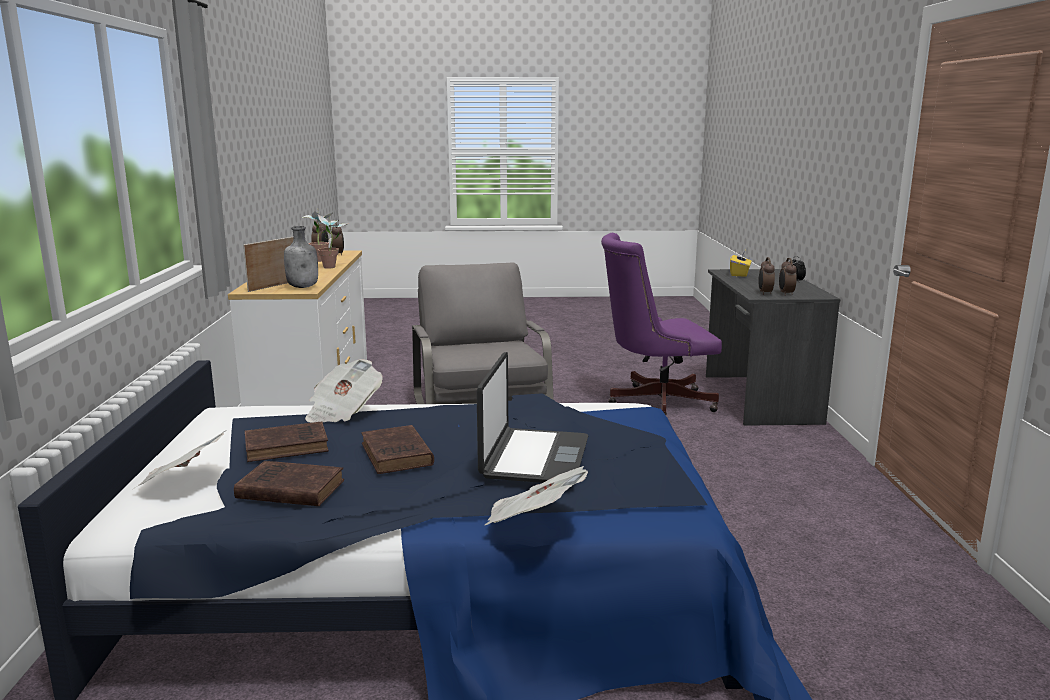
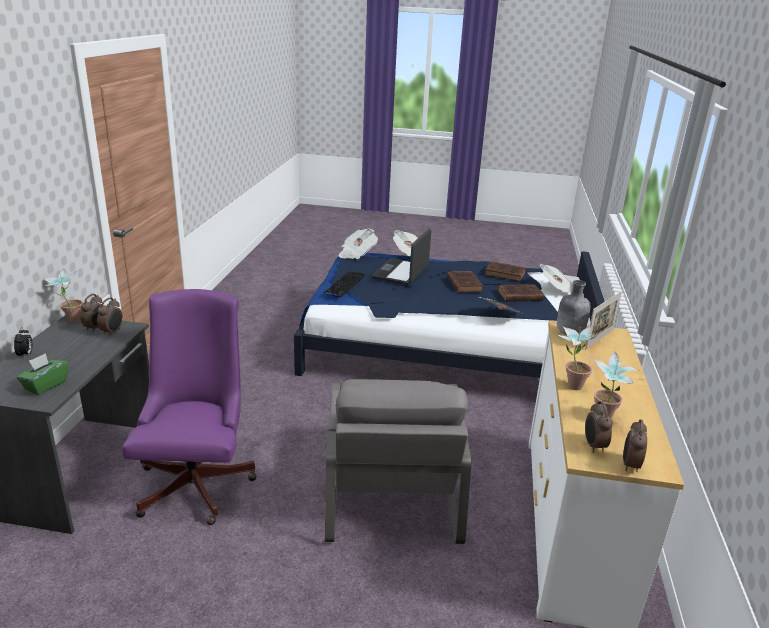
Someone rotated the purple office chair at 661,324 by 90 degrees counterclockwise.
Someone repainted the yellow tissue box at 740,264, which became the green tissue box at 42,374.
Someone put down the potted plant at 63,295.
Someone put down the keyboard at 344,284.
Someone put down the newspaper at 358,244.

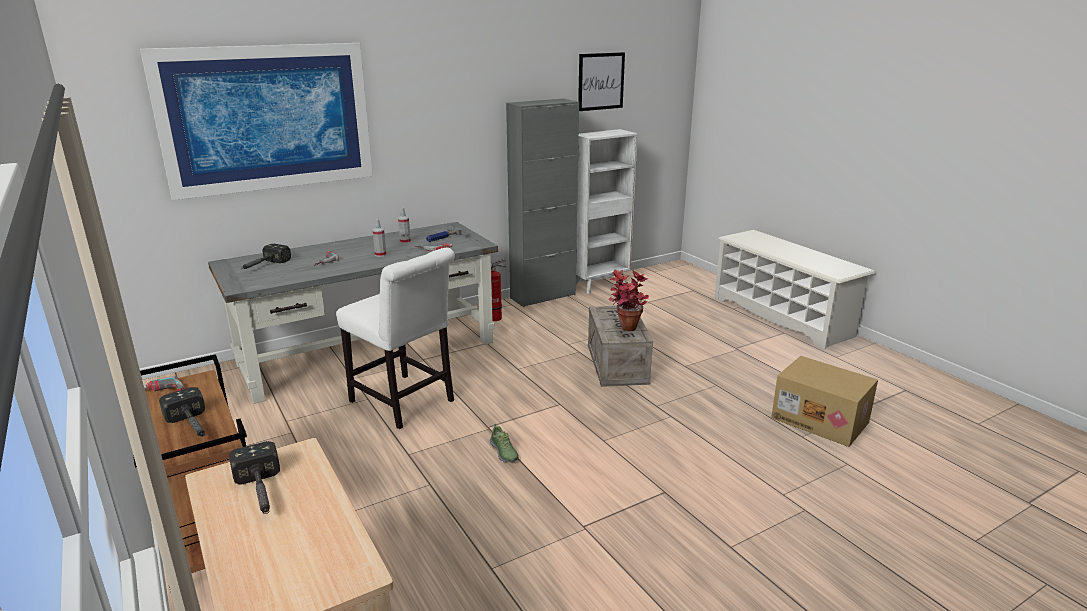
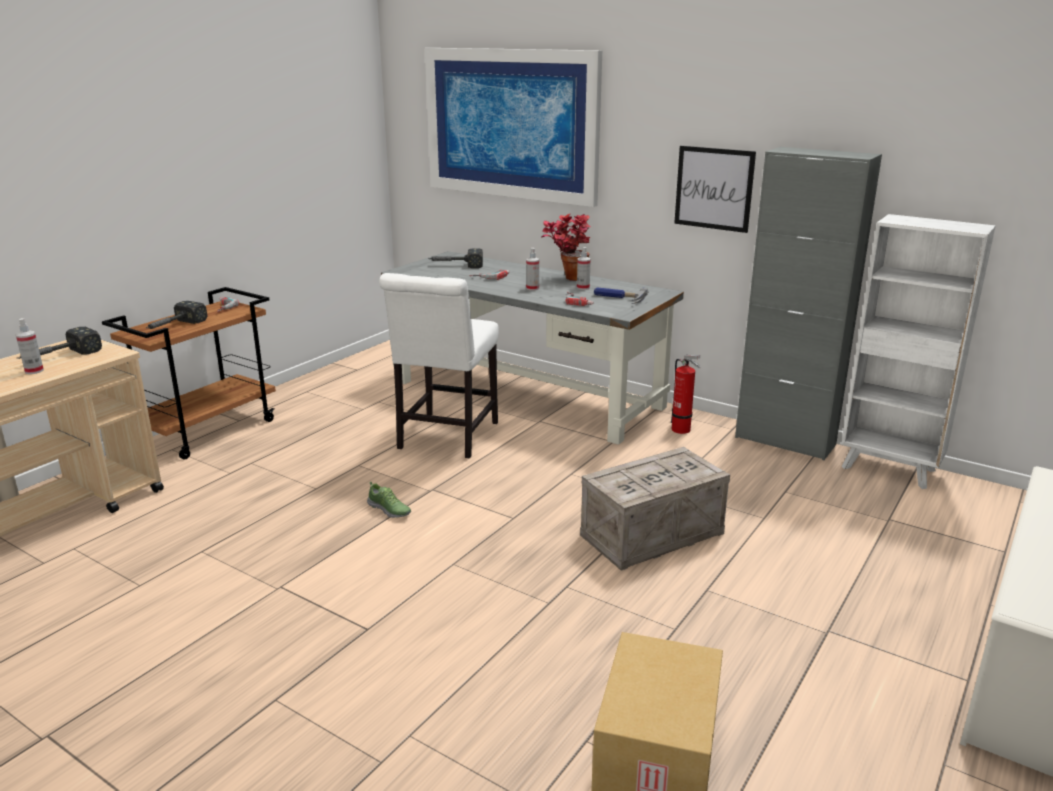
Someone rotated the shoe at 504,443 by 90 degrees counterclockwise.
Someone carried the picture from 601,81 to 715,189.
Someone carried the potted plant from 629,300 to 566,247.
Someone put down the spray bottle at 30,346.

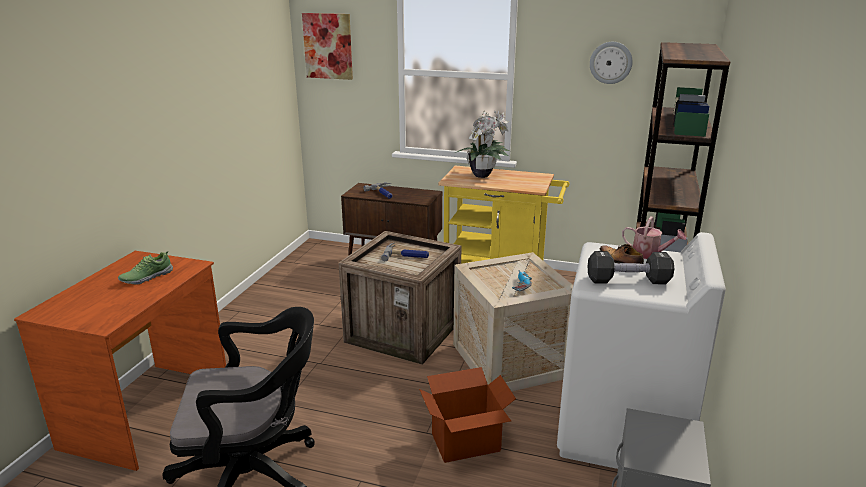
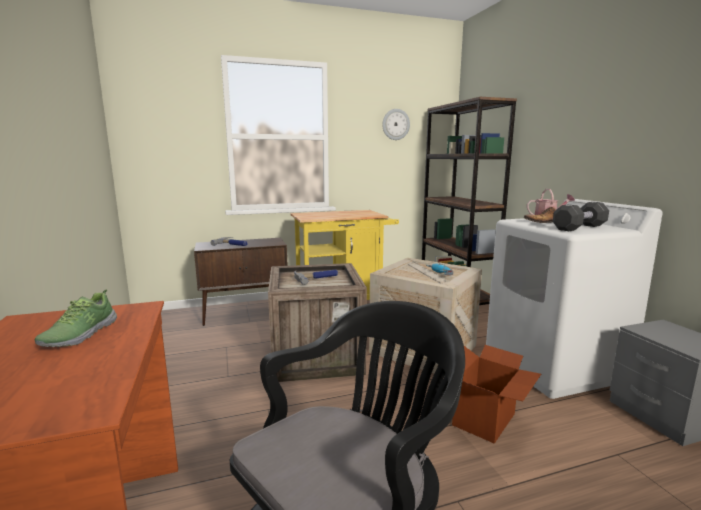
Someone took away the picture at 327,46.
Someone took away the potted plant at 482,144.

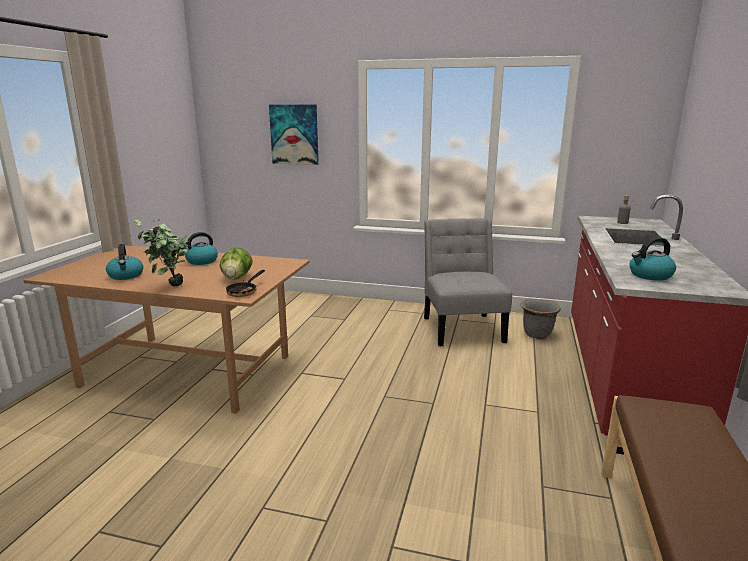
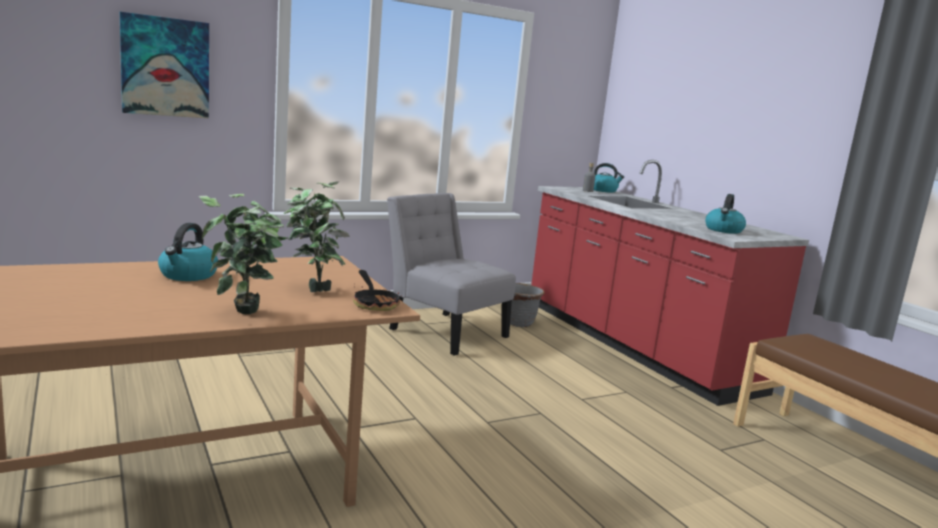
Someone carried the kettle from 124,262 to 609,178.
Someone swapped the lettuce at 236,263 for the potted plant at 317,236.

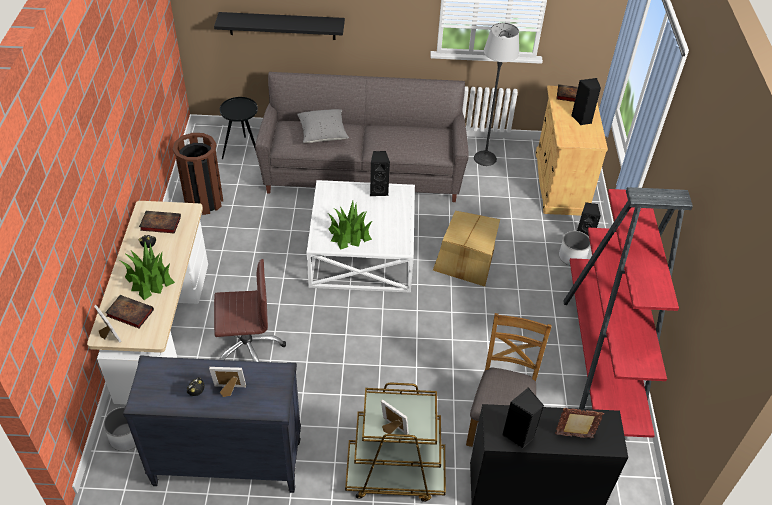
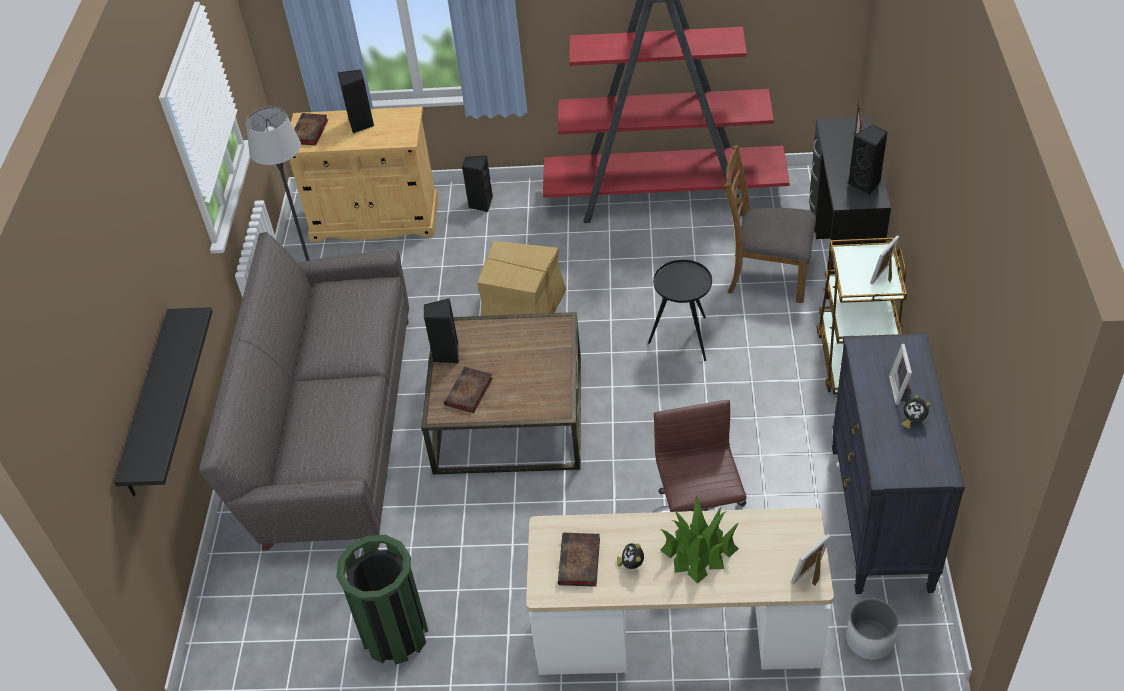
Someone carried the book from 129,311 to 468,390.
Someone repainted the brown trash can at 198,174, which became the green trash can at 382,600.
Someone carried the black side table from 239,128 to 680,310.
Someone took away the grey pillow at 323,126.
Someone repainted the white coffee table at 361,236, which became the brown coffee table at 501,393.
Someone took away the potted plant at 350,225.
Someone took away the white planter at 574,248.

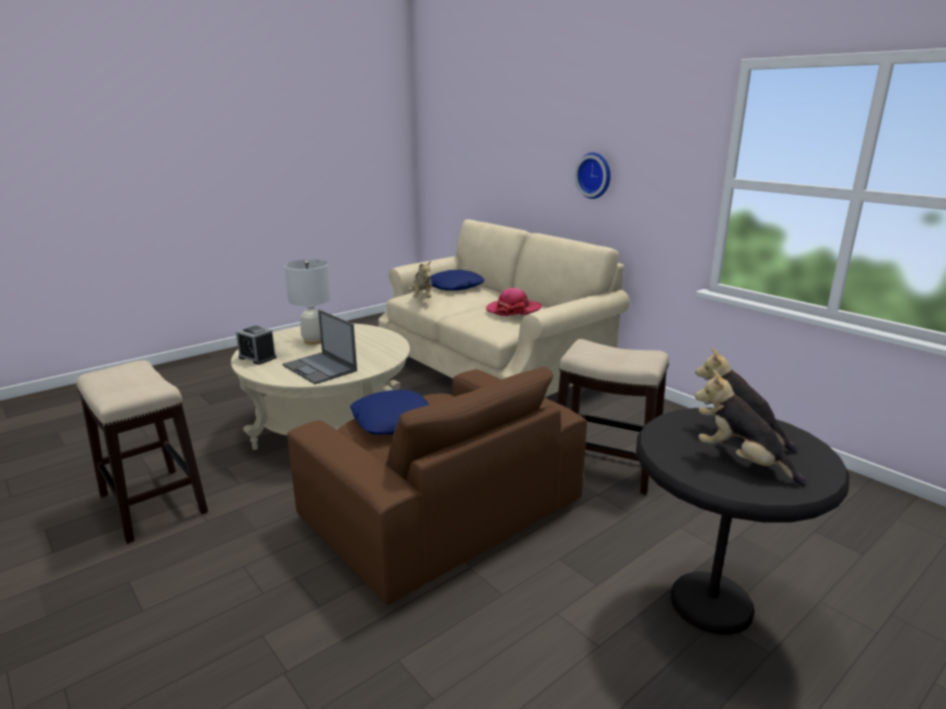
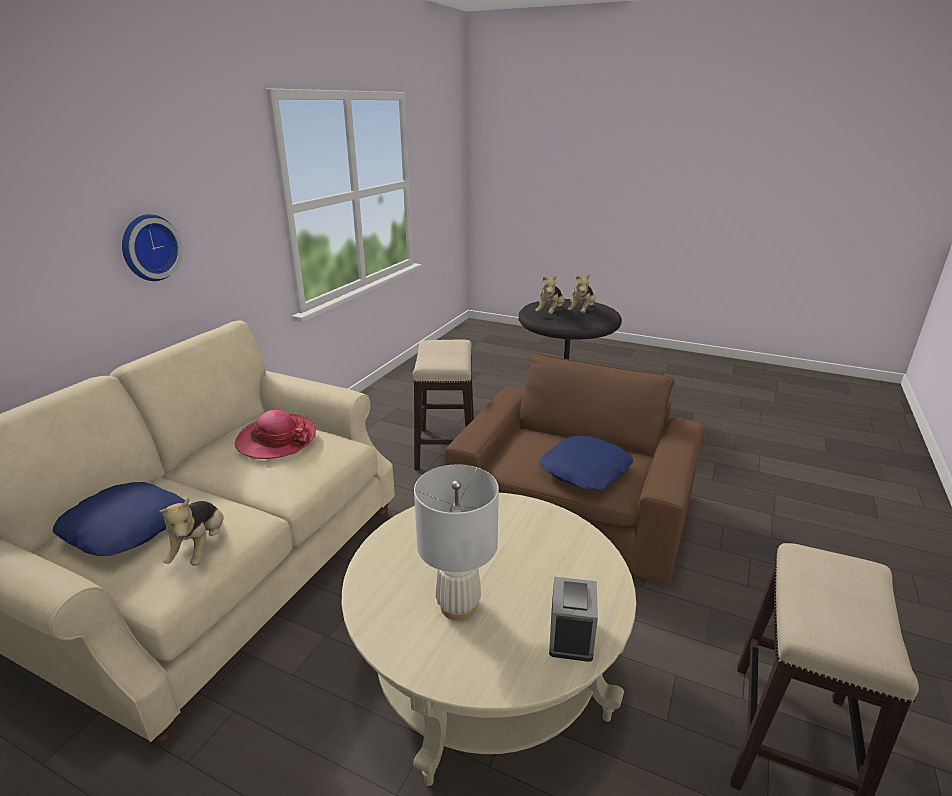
Someone took away the laptop at 319,347.
Someone rotated the plush toy at 420,279 by 120 degrees clockwise.

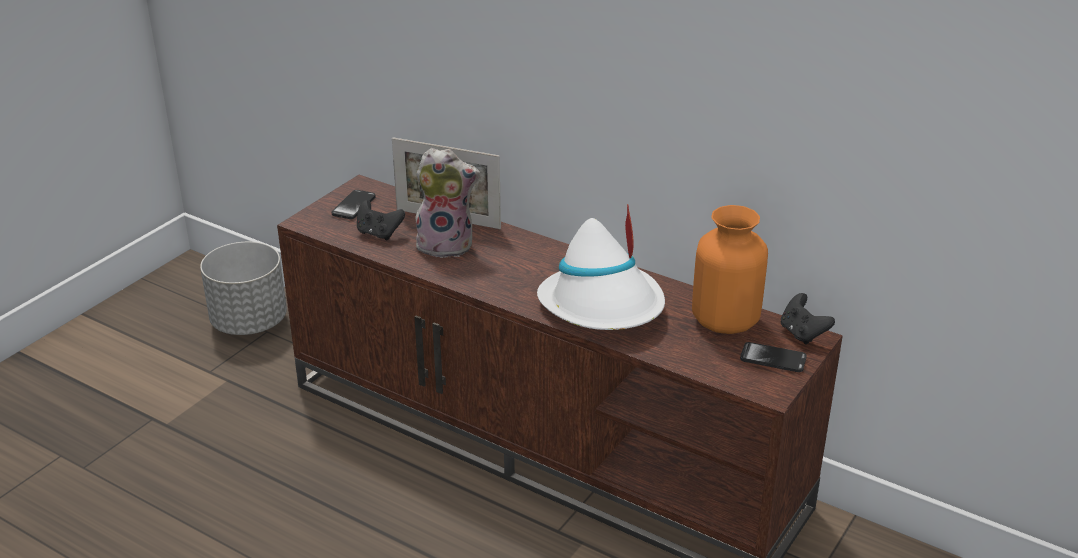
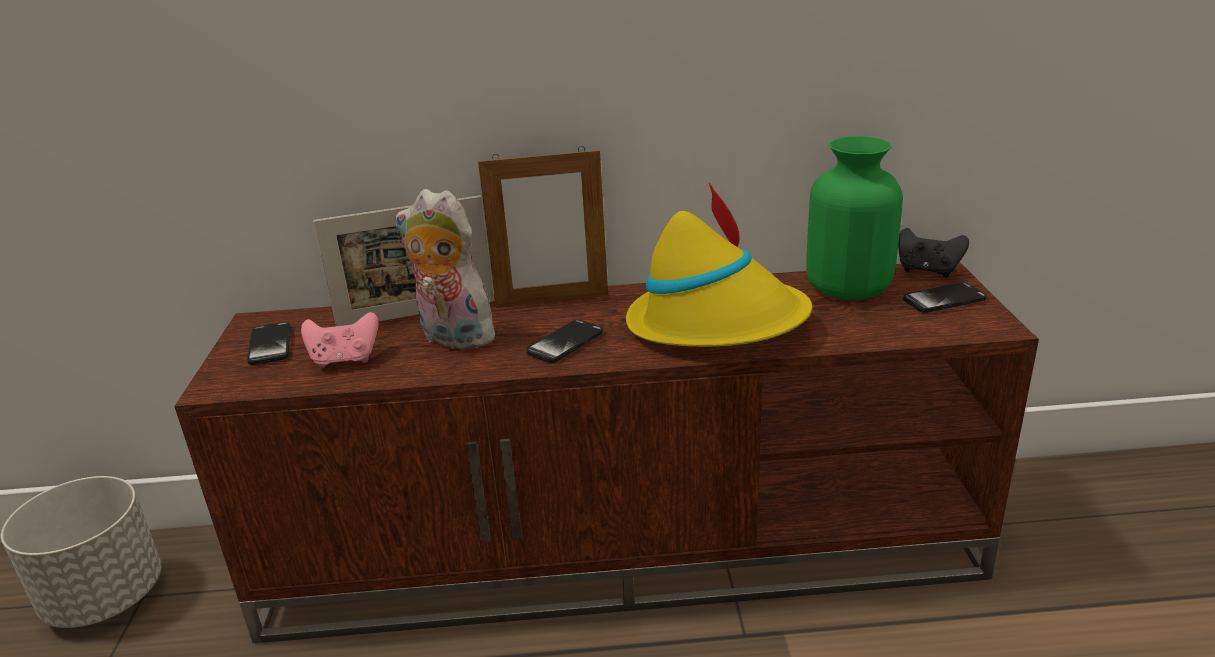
Someone repainted the black game controller at 381,220, which became the pink game controller at 340,340.
Someone rotated the plush toy at 448,203 by 120 degrees counterclockwise.
Someone repainted the white hat at 601,267, which became the yellow hat at 719,264.
Someone repainted the orange vase at 730,269, which became the green vase at 854,218.
Someone put down the picture frame at 543,227.
Someone put down the phone at 564,341.

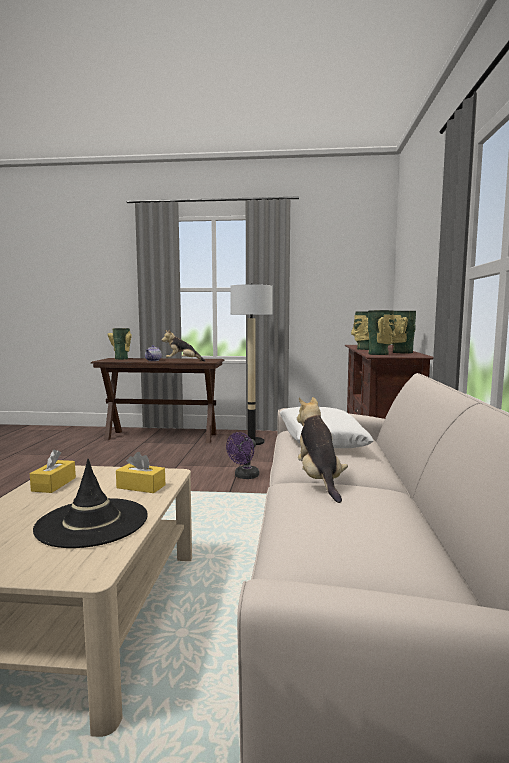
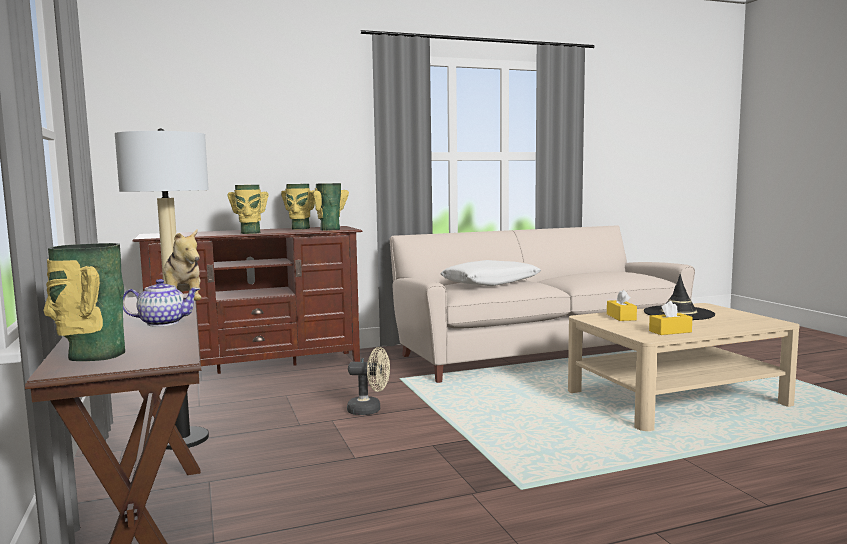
Someone repainted the purple fan at 242,455, which became the beige fan at 368,381.
Someone took away the plush toy at 322,450.

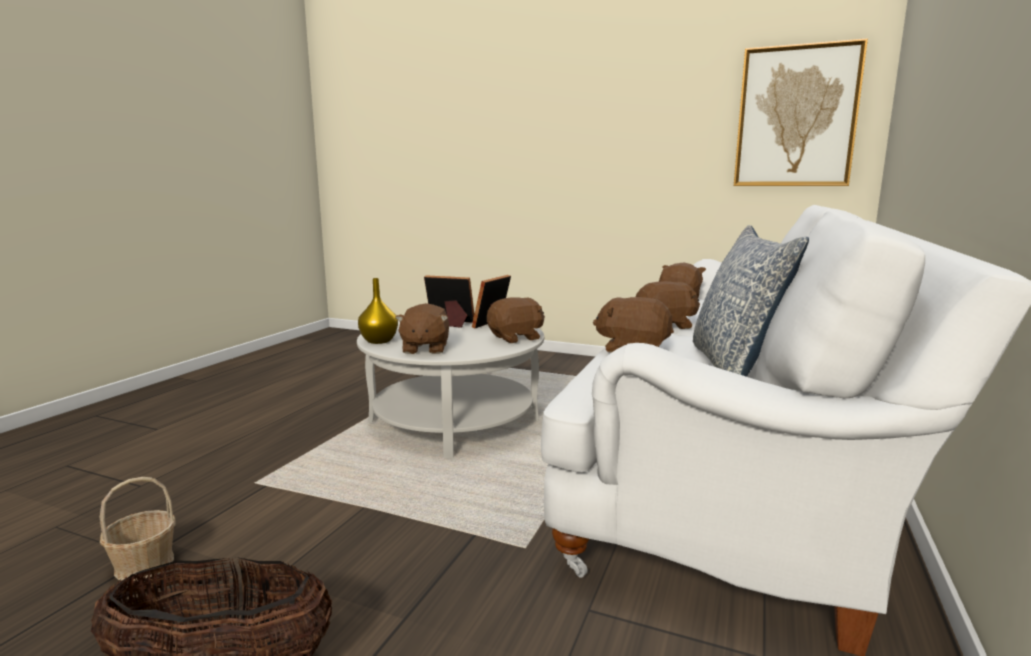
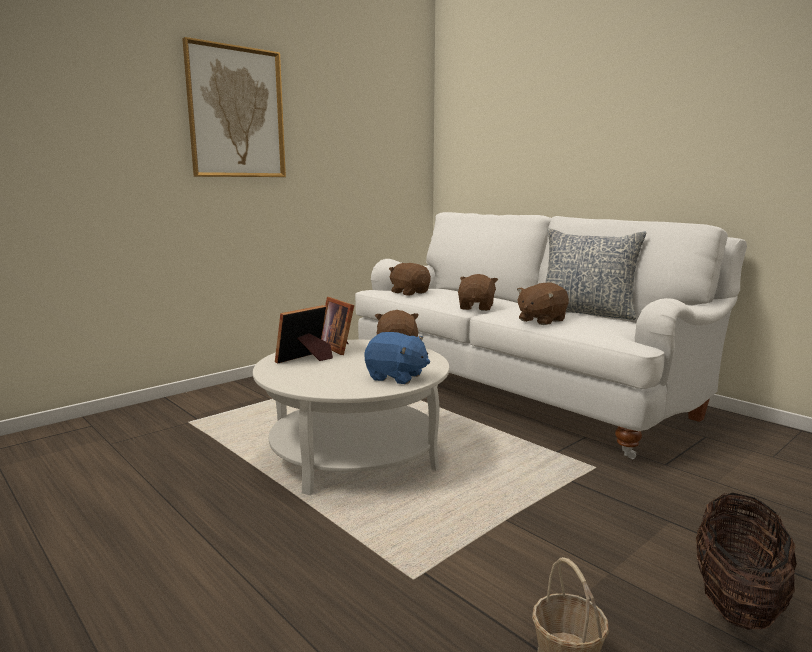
Someone took away the yellow vase at 378,311.
Someone repainted the brown plush toy at 422,328, which became the blue plush toy at 397,358.
Someone carried the picture from 801,112 to 234,107.

